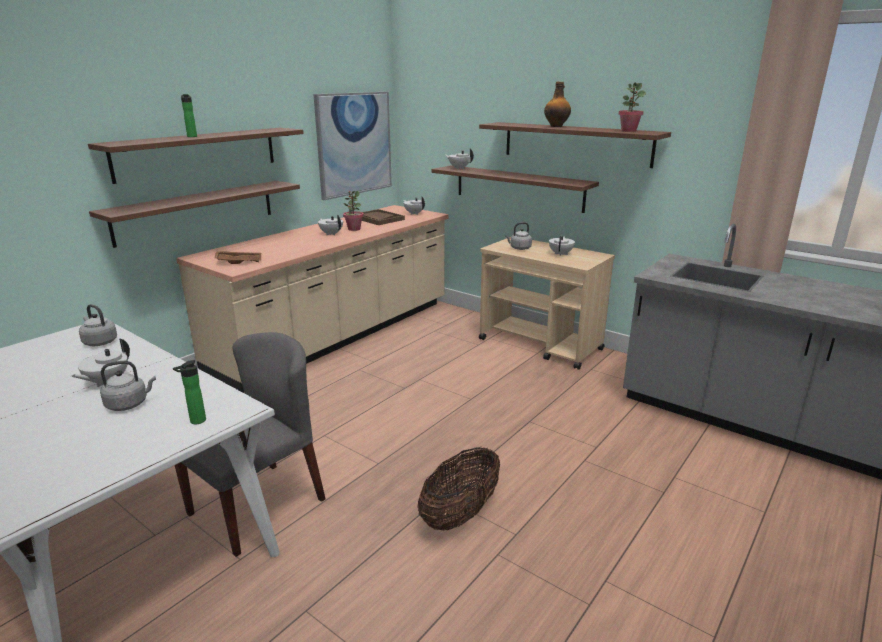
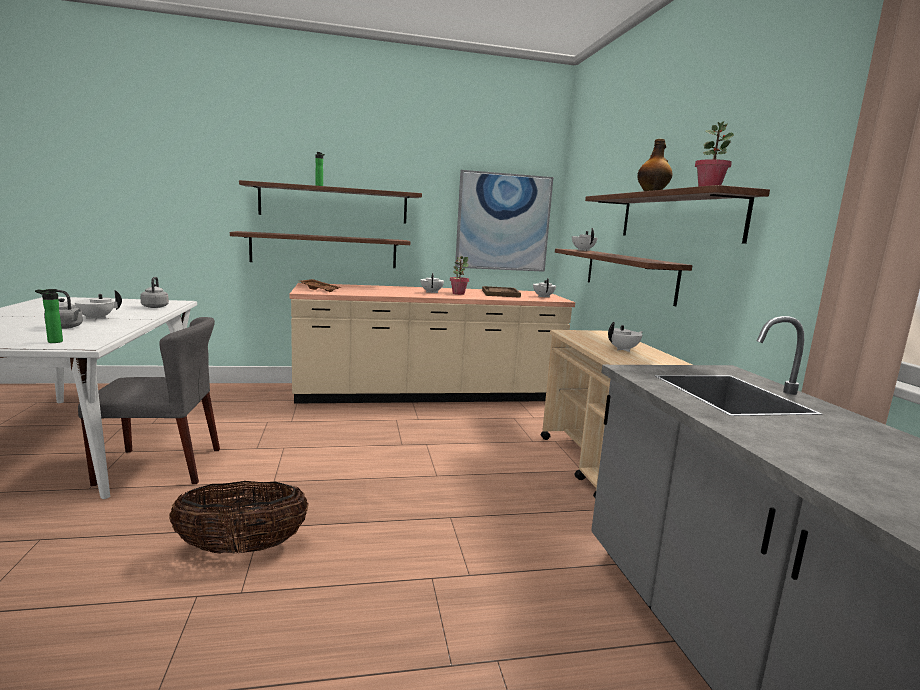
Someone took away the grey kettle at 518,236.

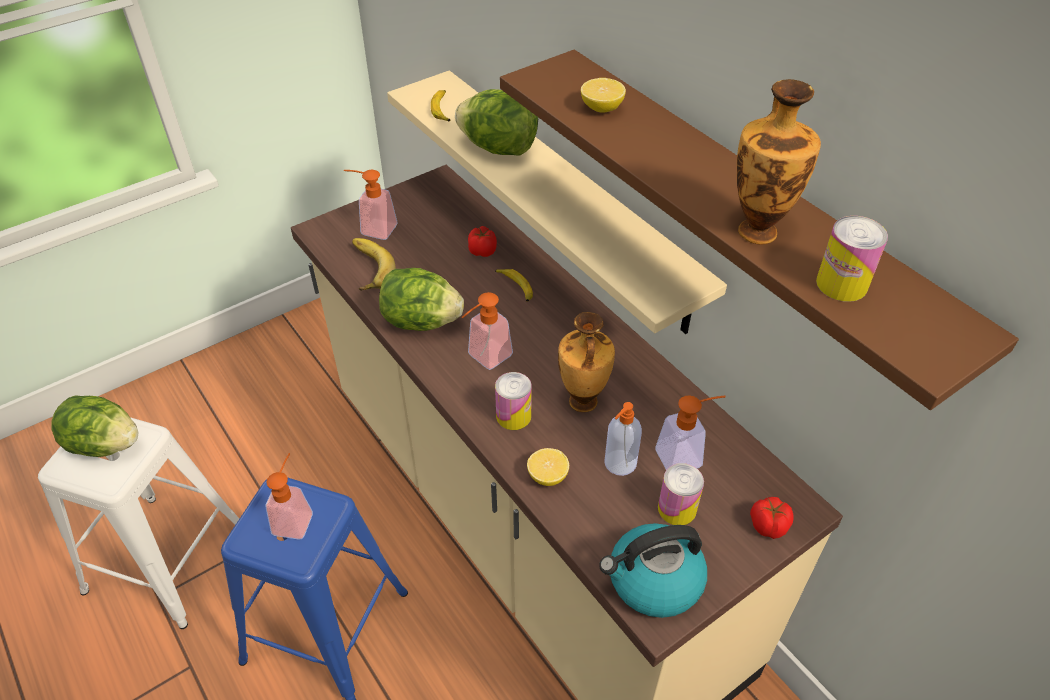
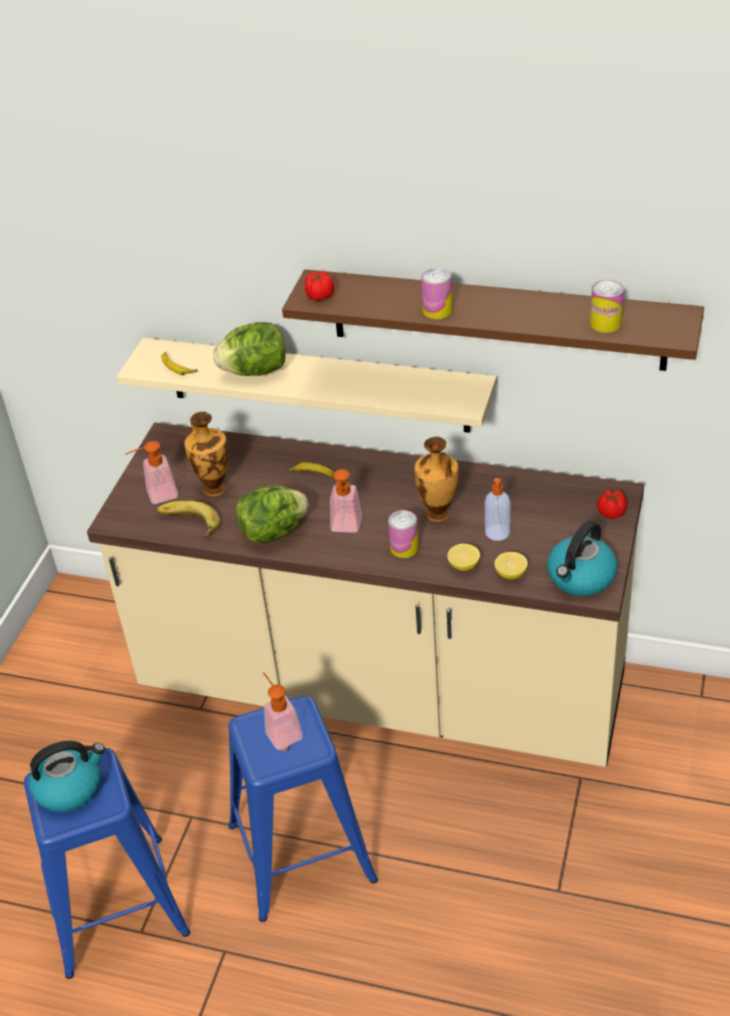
Someone repainted the white stool at 138,523, which became the blue stool at 107,863.
Someone swapped the lettuce at 94,426 for the kettle at 67,776.
Someone carried the tomato from 482,241 to 319,286.
Someone carried the lemon from 603,95 to 511,565.
Someone took away the soap dispenser at 691,432.
Someone carried the can from 681,494 to 437,293.
Someone carried the vase from 779,162 to 206,454.

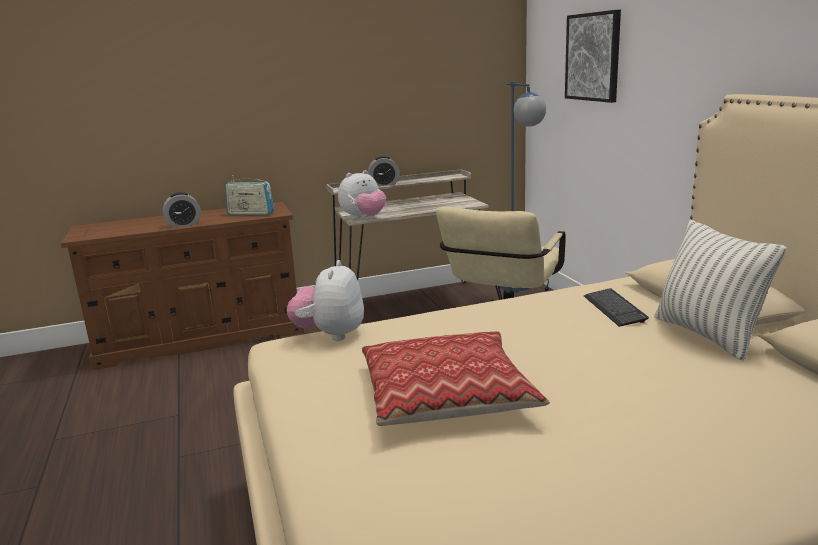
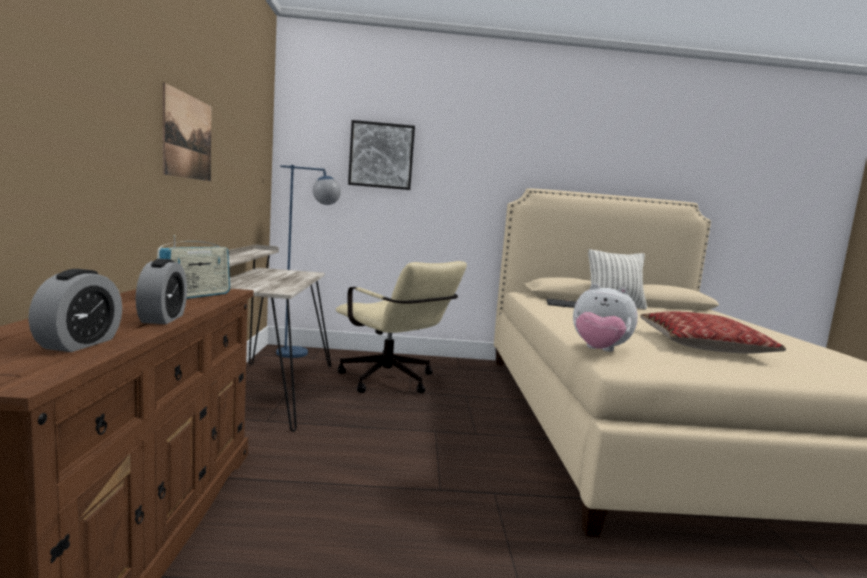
Someone took away the plush toy at 362,194.
Someone carried the alarm clock from 384,171 to 75,310.
Someone put up the picture at 187,131.

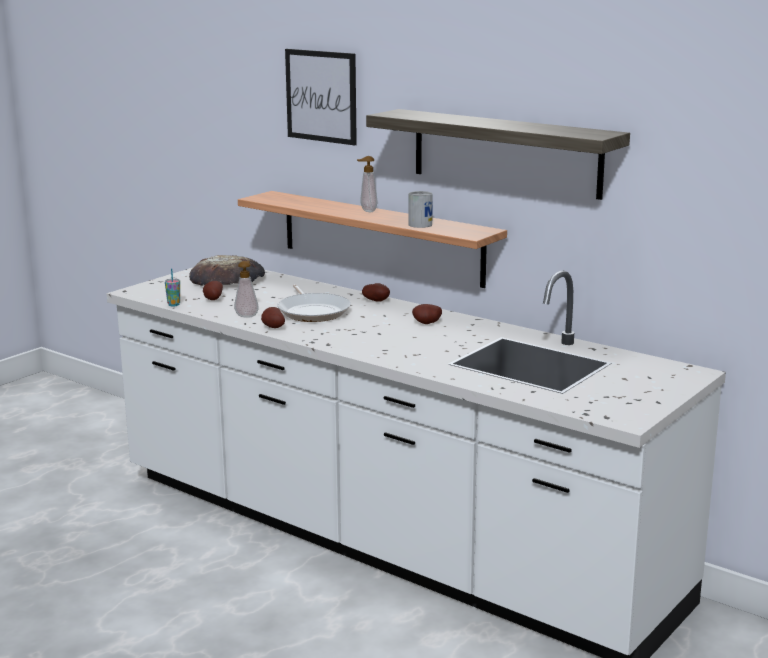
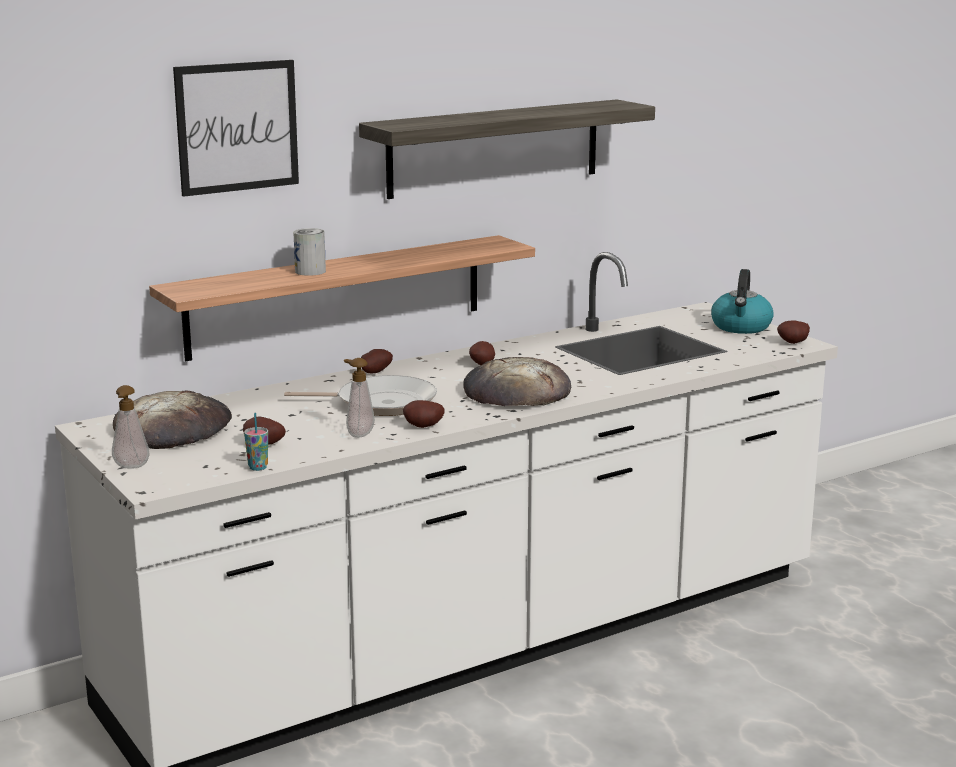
Someone carried the soap dispenser from 367,184 to 131,427.
Someone carried the can from 421,209 to 309,252.
Someone put down the bread at 517,381.
Someone put down the kettle at 742,301.
Someone put down the potato at 793,332.

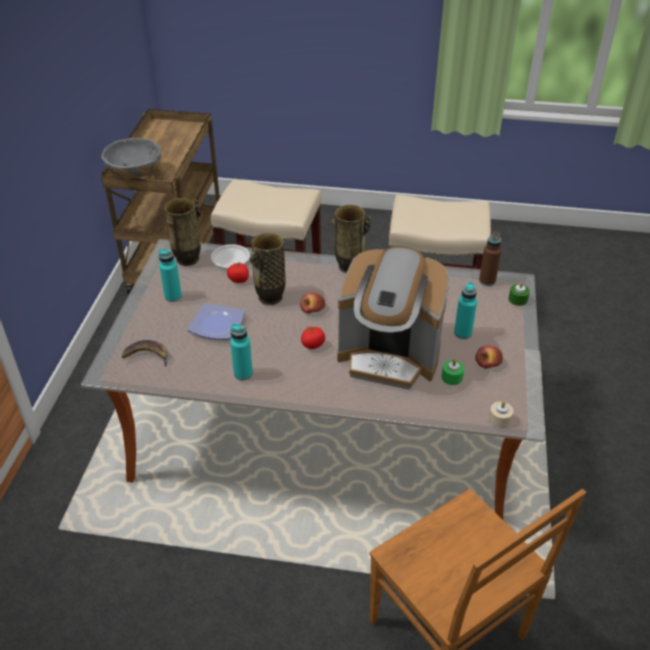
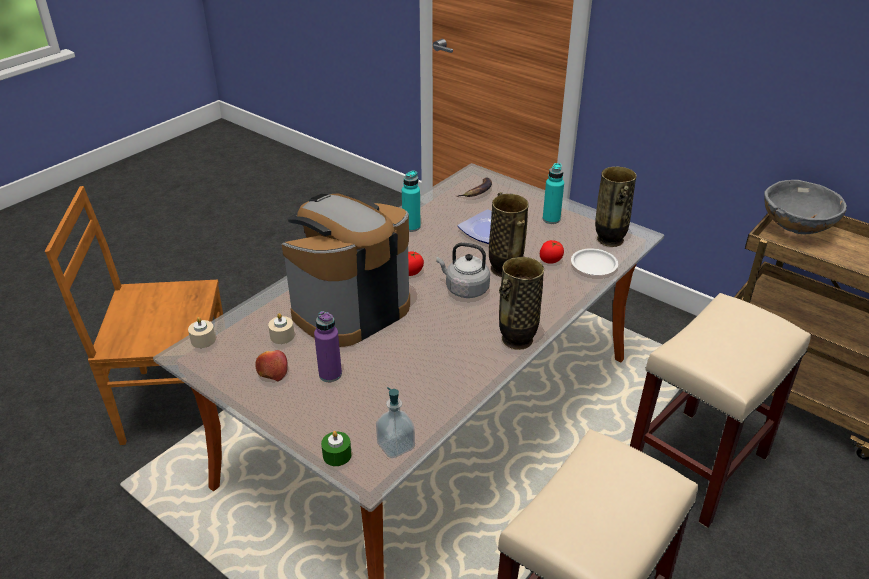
Someone swapped the apple at 312,303 for the grey kettle at 463,270.
Someone repainted the green candle at 453,372, which became the beige candle at 281,328.
Someone repainted the turquoise bottle at 465,310, which became the purple bottle at 328,346.
Someone swapped the brown bottle at 490,259 for the soap dispenser at 395,422.

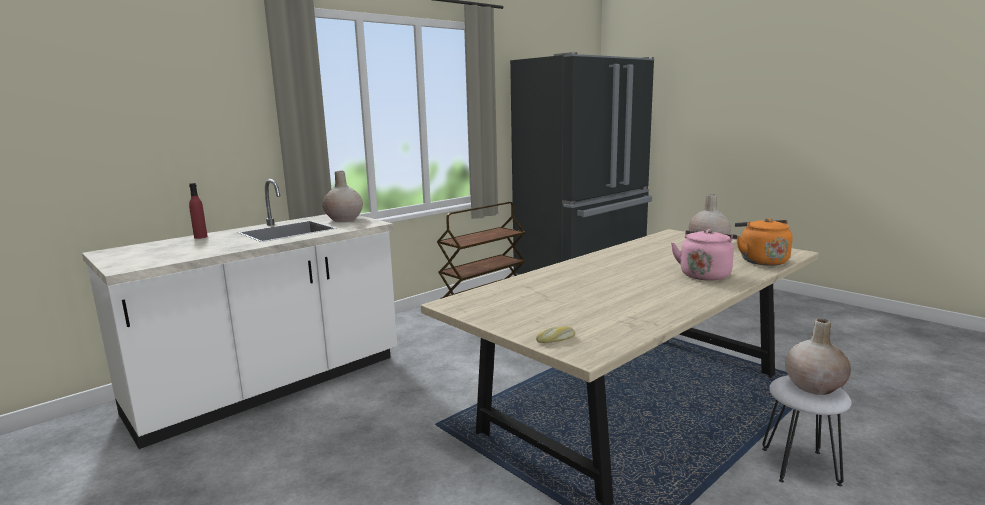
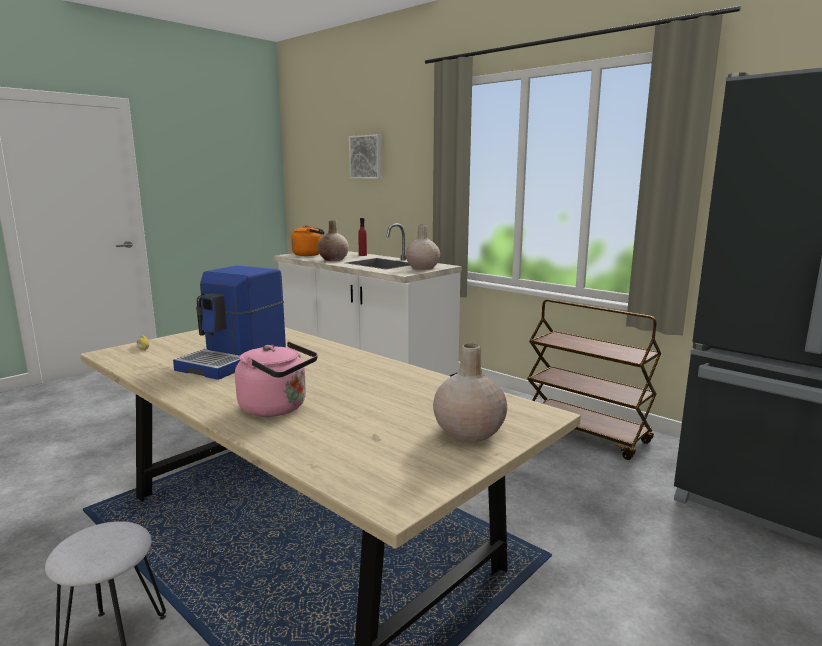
Someone carried the orange kettle from 764,242 to 308,240.
Someone carried the beige vase from 818,357 to 333,240.
Someone put down the coffee machine at 229,323.
Someone put up the picture at 365,156.

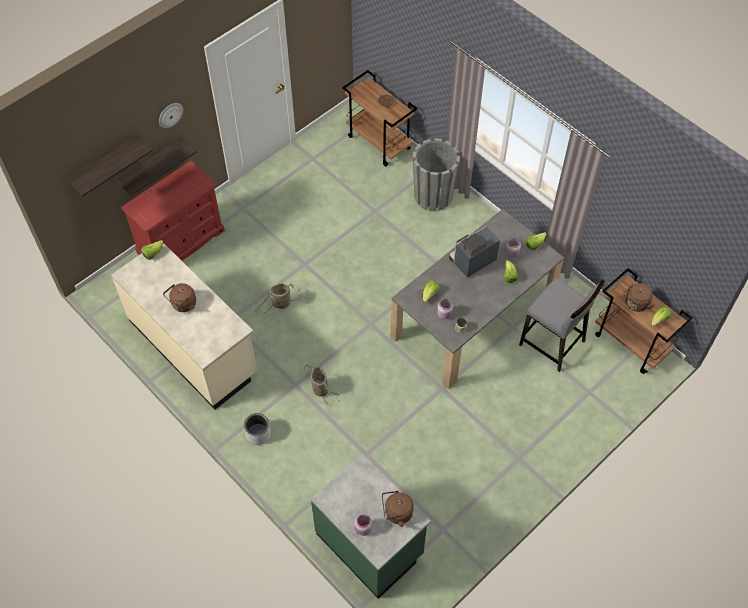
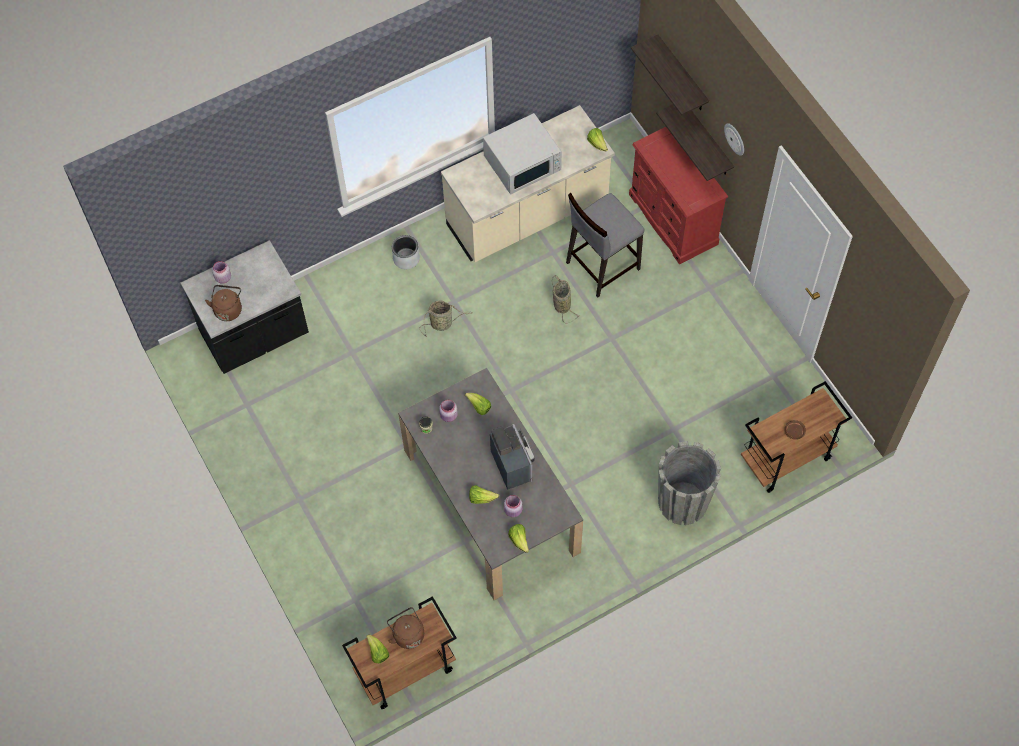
Someone swapped the brown kettle at 179,297 for the white microwave at 522,153.
Someone repainted the green counter at 370,526, which became the black counter at 245,307.
Someone carried the grey stool from 562,325 to 605,245.

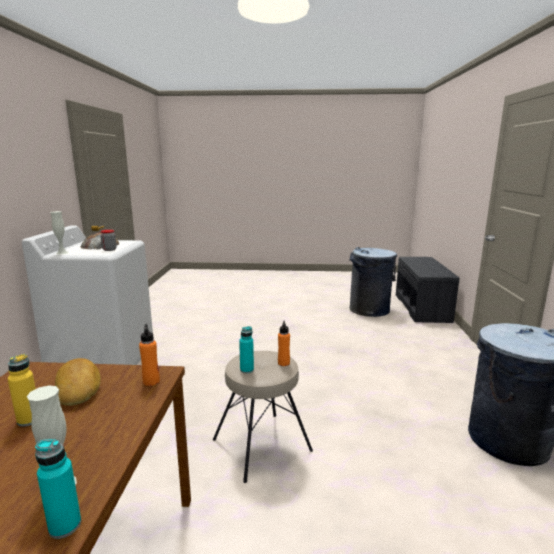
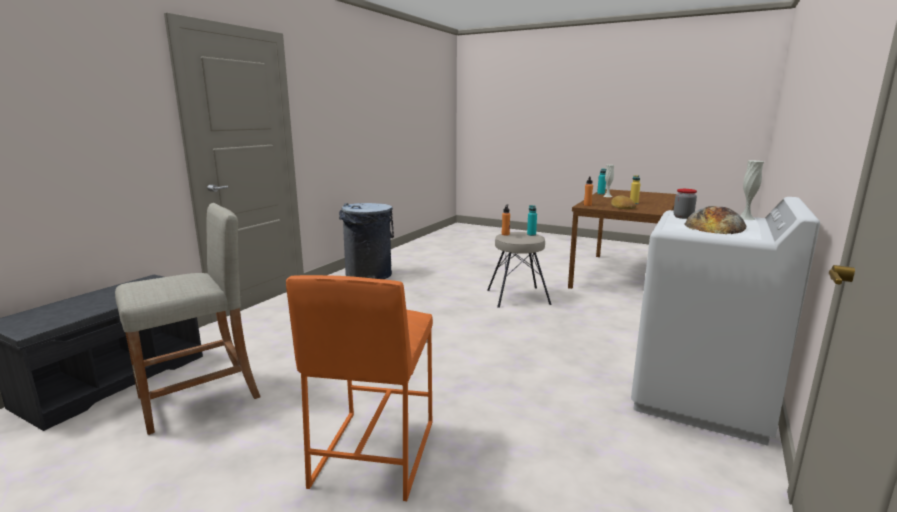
Someone swapped the grey trash can at 373,282 for the beige stool at 187,319.
Someone put down the orange stool at 359,388.

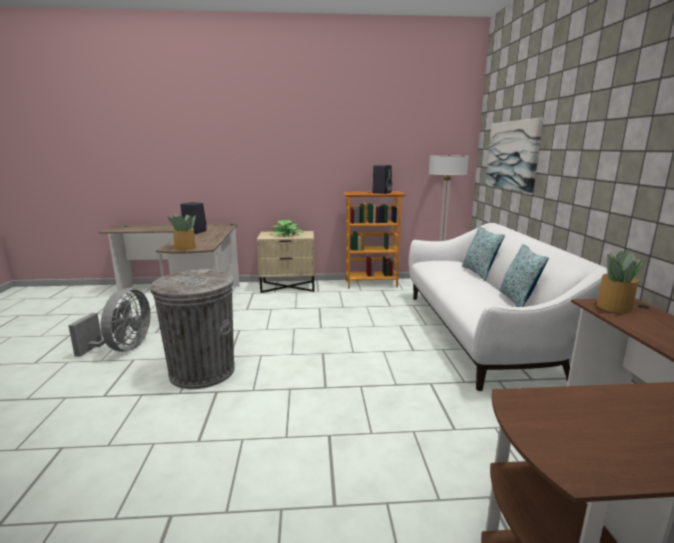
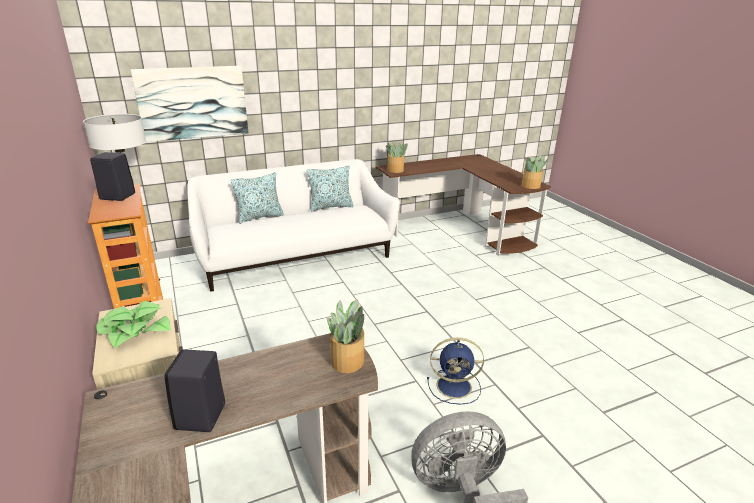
Someone swapped the grey trash can at 193,329 for the blue fan at 455,371.
Someone put down the potted plant at 535,172.

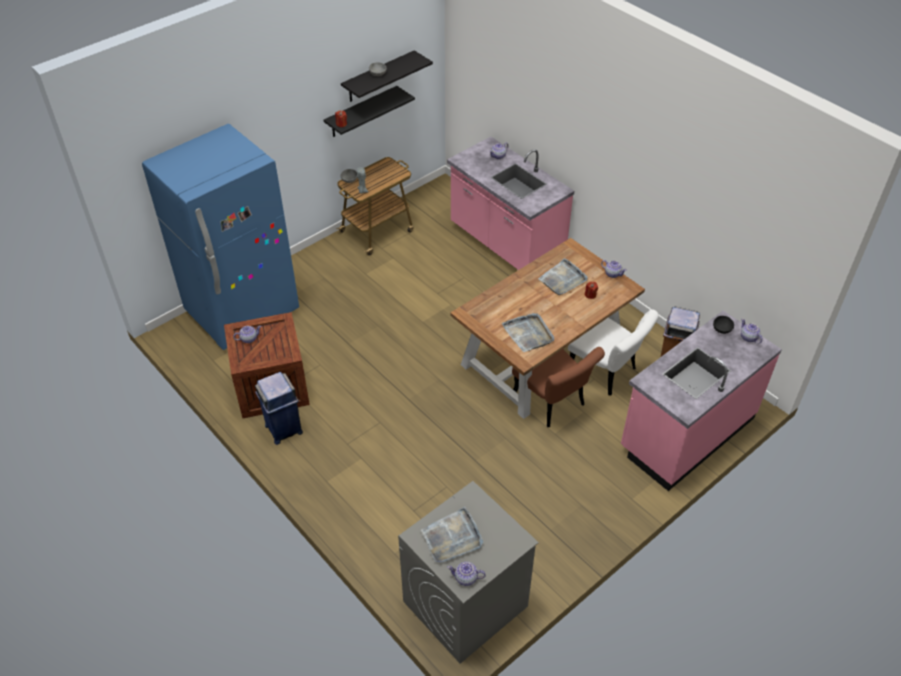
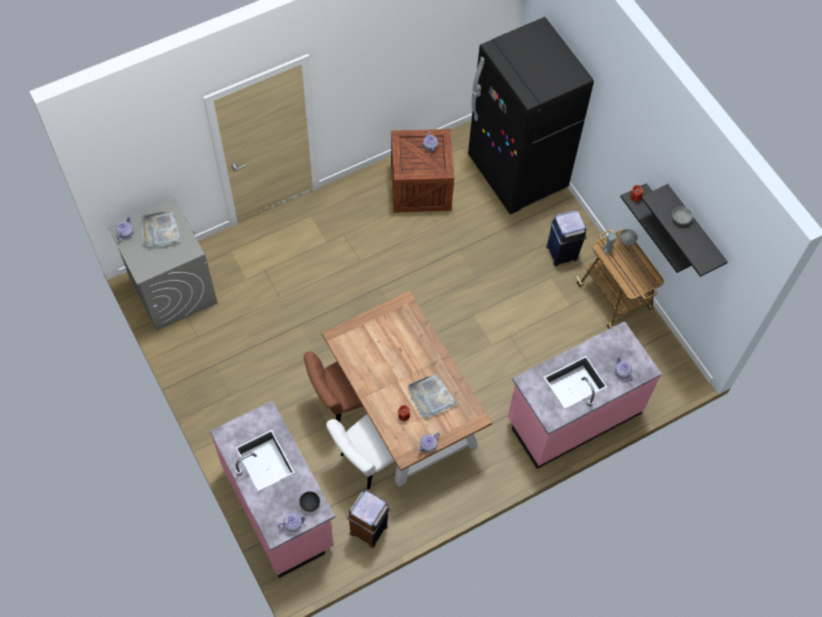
Someone repainted the blue fridge at 220,237, which became the black fridge at 531,115.
Someone carried the blue trash can from 279,408 to 566,238.
Someone took away the grey tray at 528,332.

